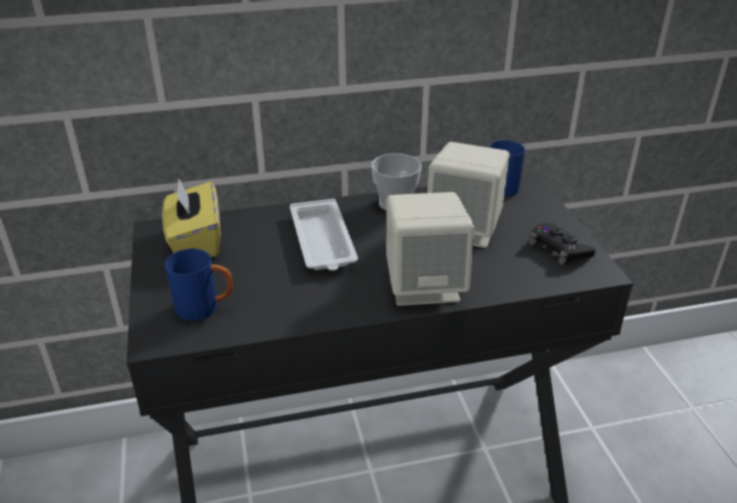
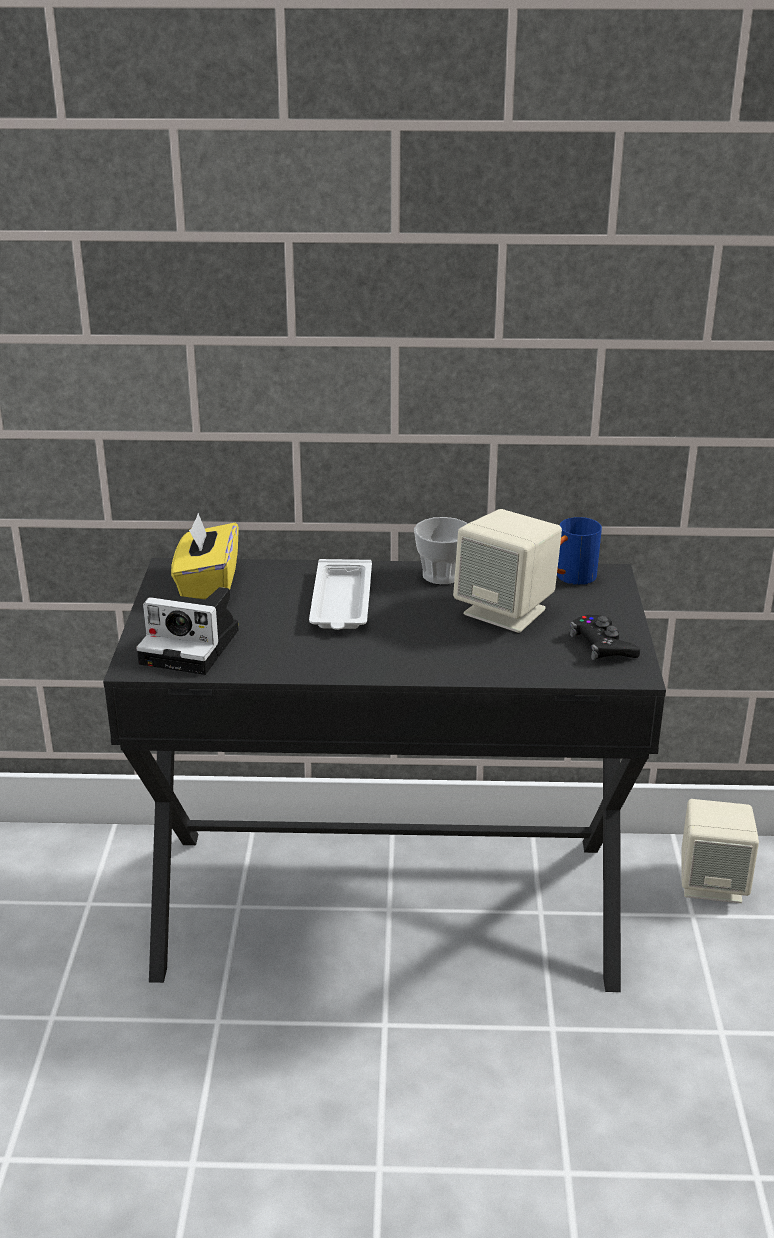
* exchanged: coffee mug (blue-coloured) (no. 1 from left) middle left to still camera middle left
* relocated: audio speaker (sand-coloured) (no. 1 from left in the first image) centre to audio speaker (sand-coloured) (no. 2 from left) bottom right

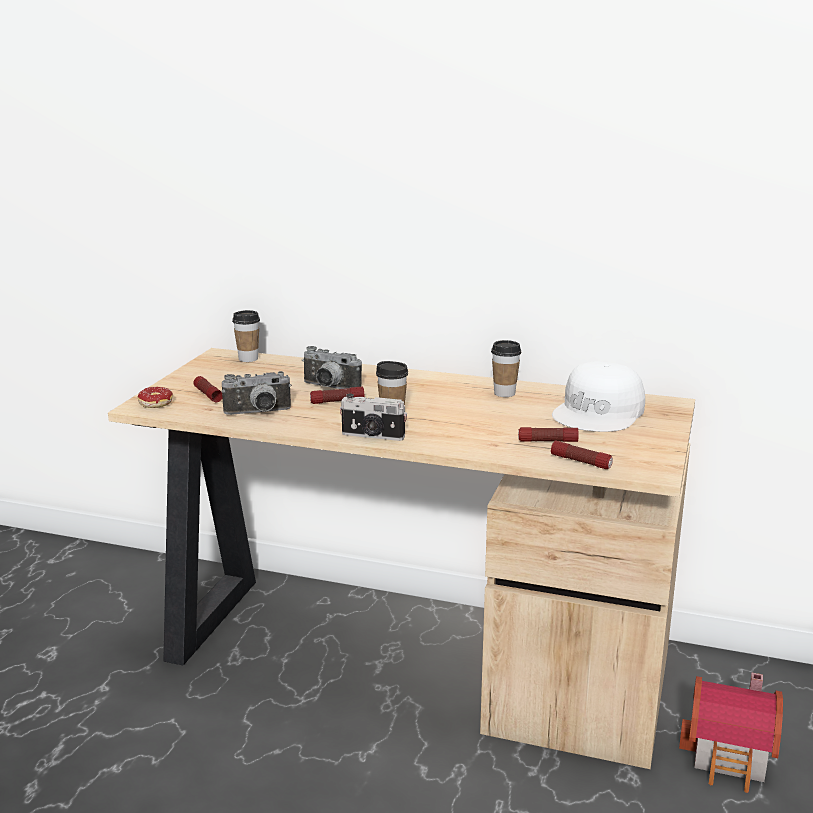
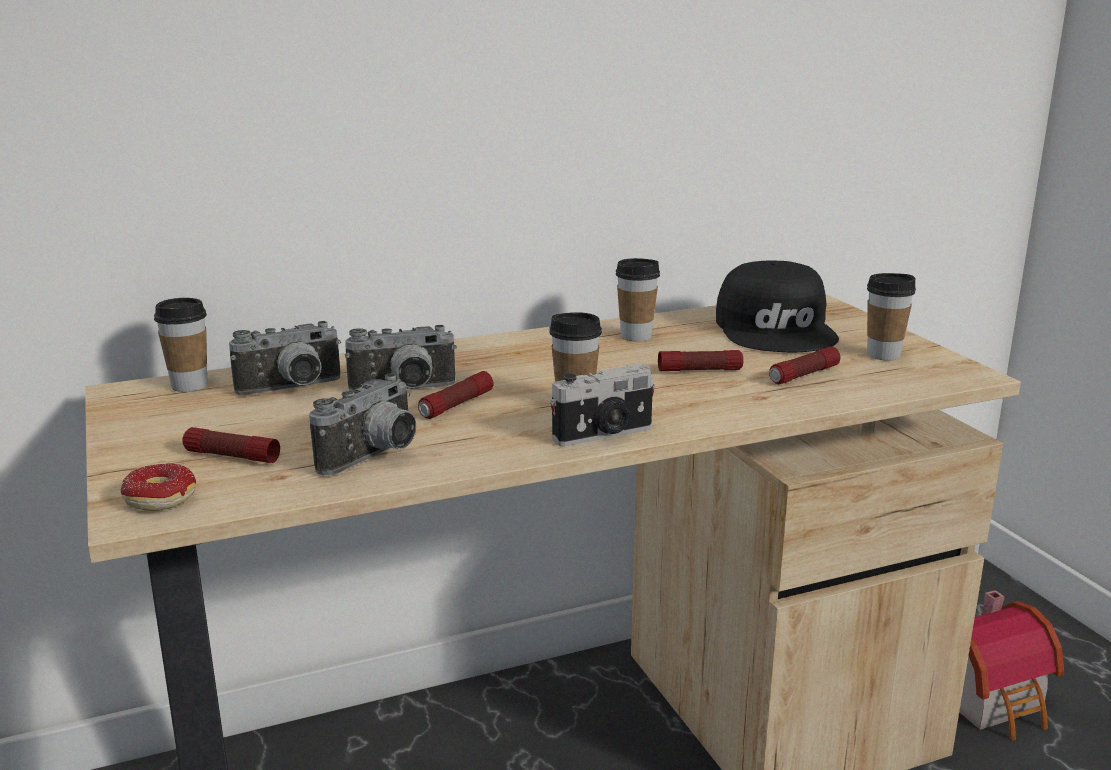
* appeared: still camera (no. 1 from left) middle left
* relocated: torch (no. 4 from left in the first image) middle right to torch (no. 3 from left) centre
* colour: baseball cap (white) middle right to baseball cap (blackish) middle right
* appeared: cup (no. 4 from left) middle right

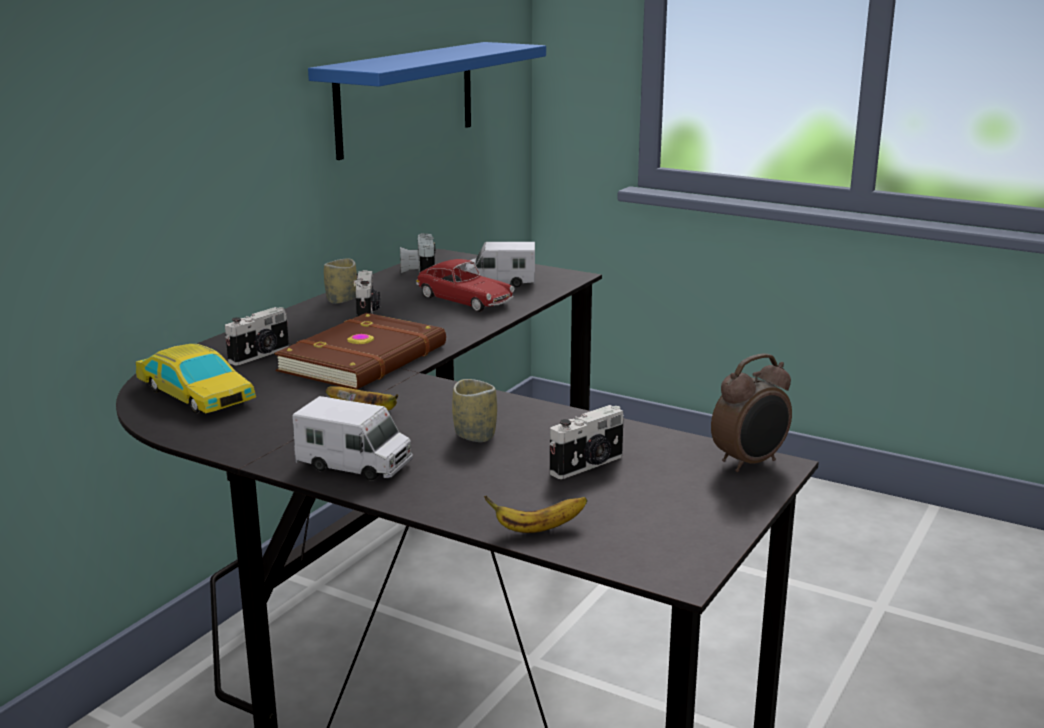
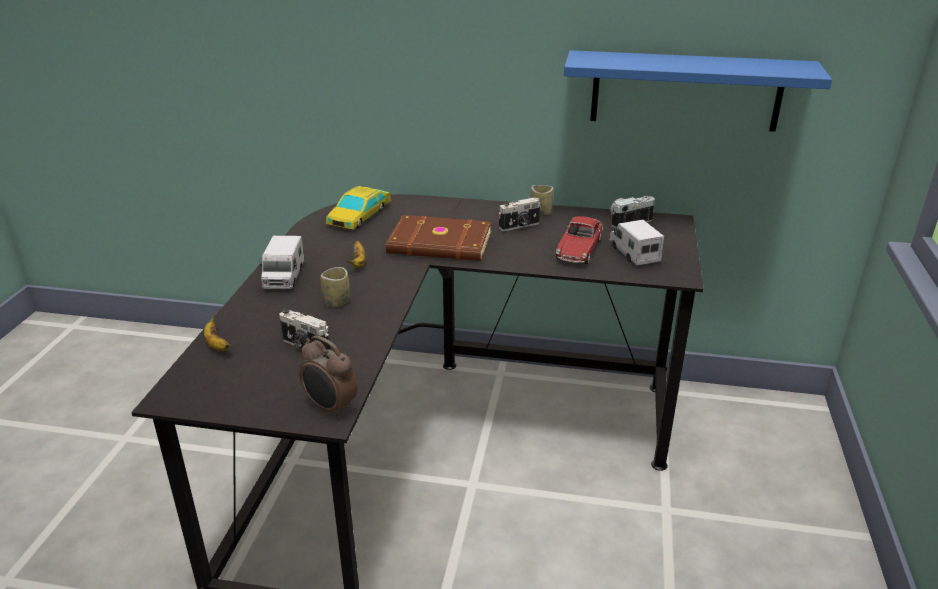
* missing: still camera (no. 1 from left) middle left

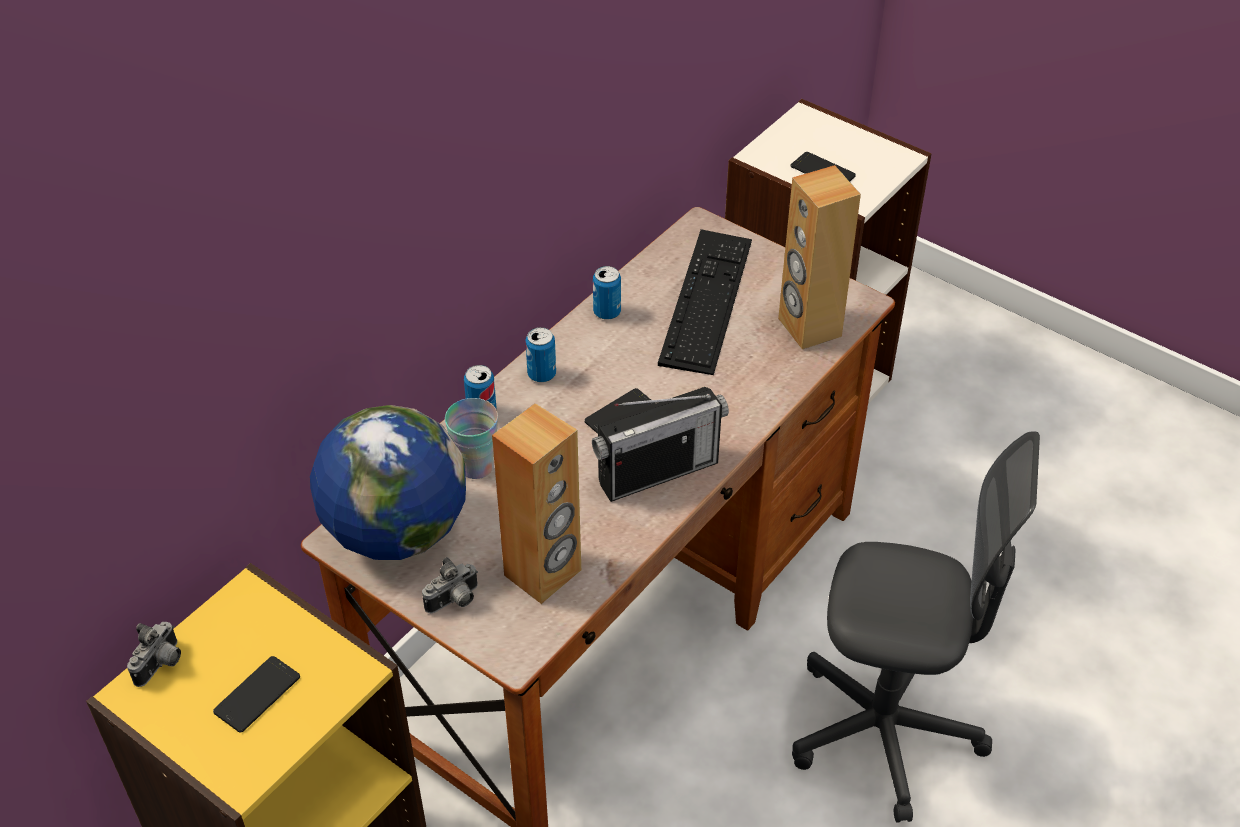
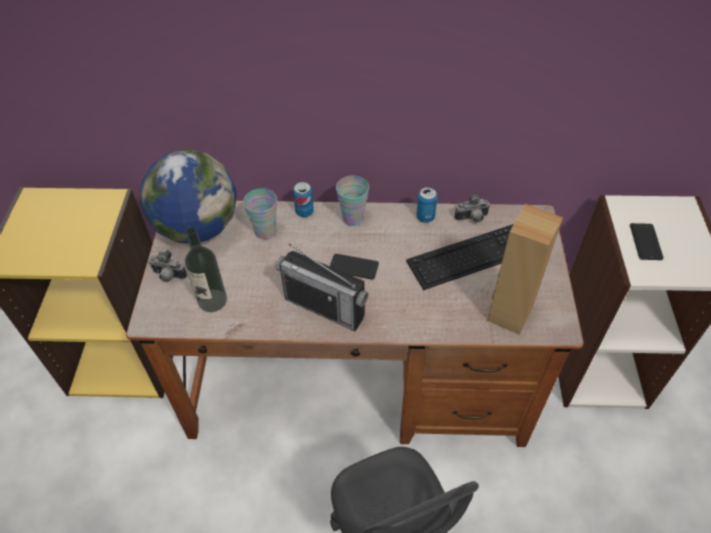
* exchanged: audio speaker (brown) (no. 1 from left) centre to beverage bottle middle left
* exchanged: can (no. 2 from left) centre to cup (no. 2 from left) centre
* relocated: still camera (no. 1 from left in the first image) bottom left to still camera (no. 2 from left) centre
* missing: handset (no. 1 from left) bottom left

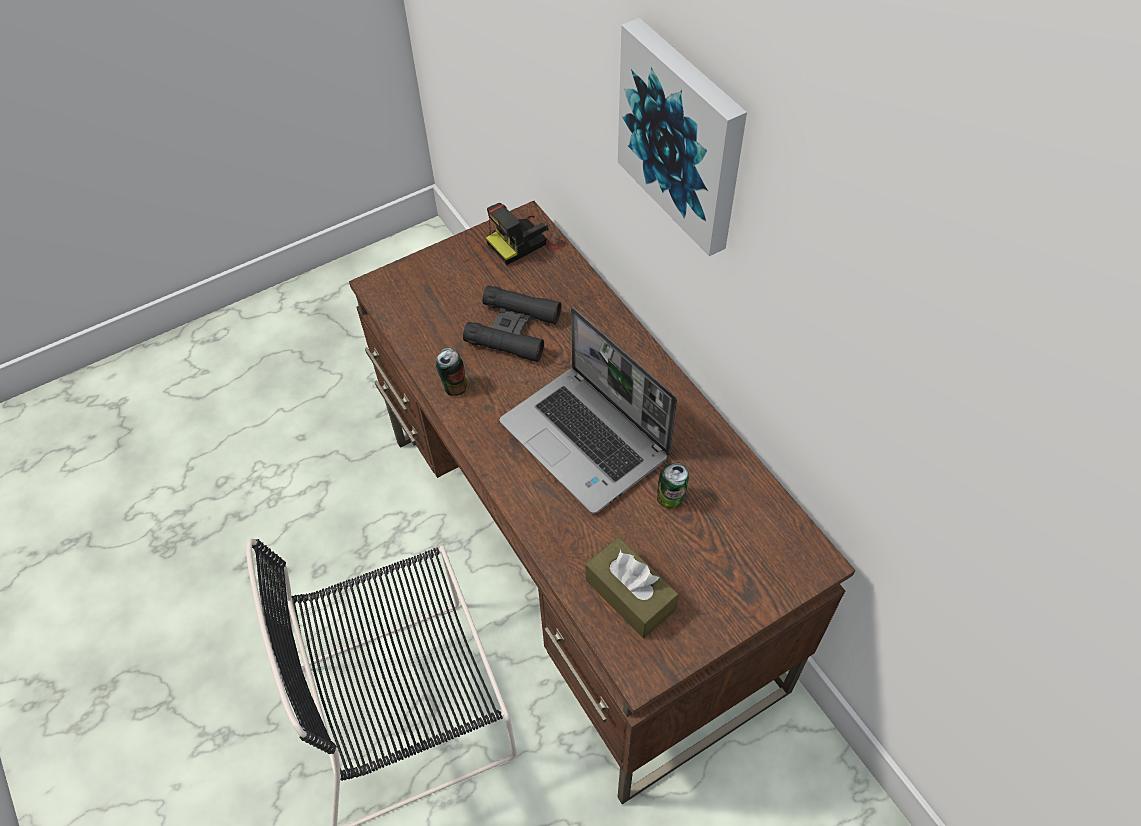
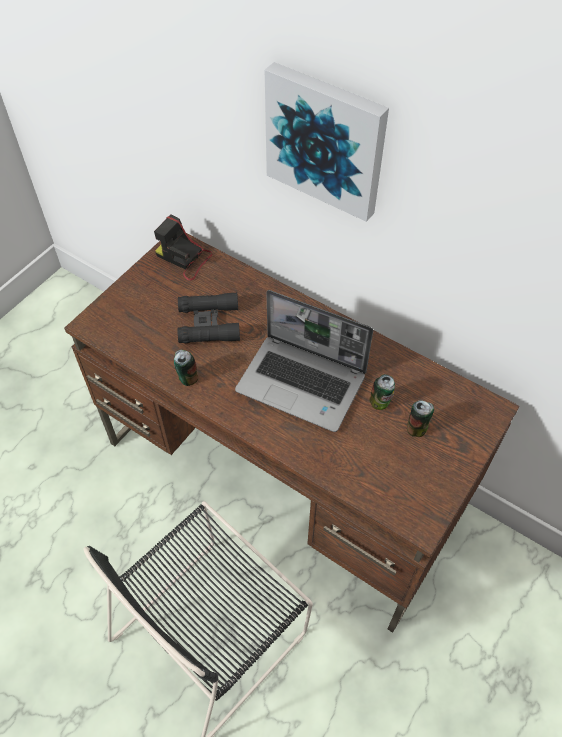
* spun: still camera top centre = middle left 90 degrees clockwise
* appeared: can (no. 3 from left) middle right
* missing: tissue holder (brown) bottom centre

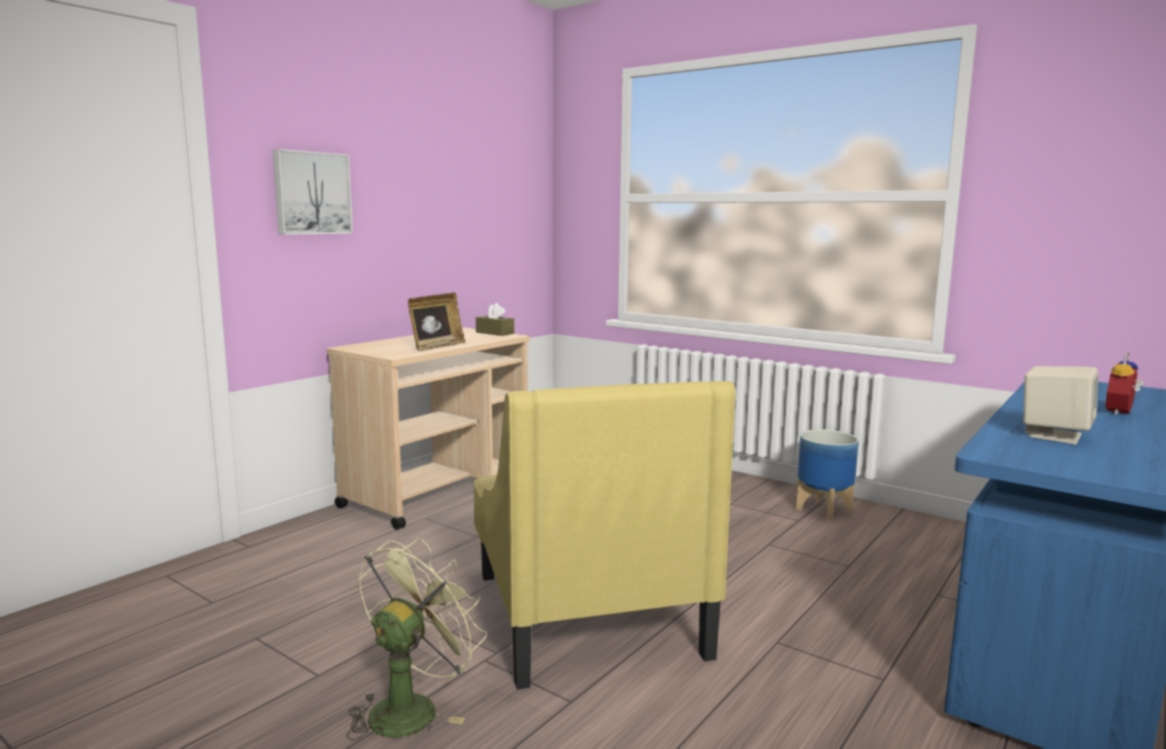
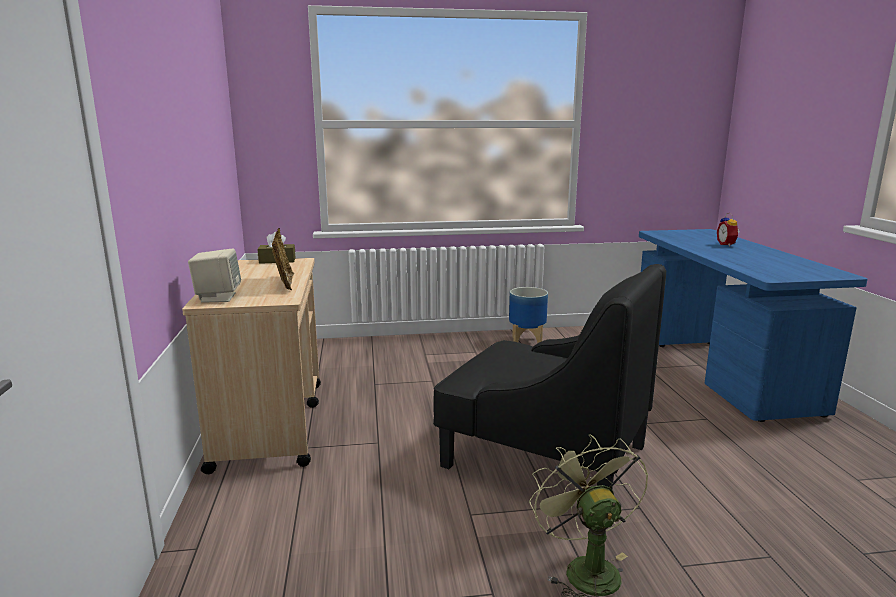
* relocated: audio speaker (sand-coloured) middle right to middle left
* colour: easy chair (yellow) bottom centre to easy chair (blackish) centre
* missing: wall picture top left

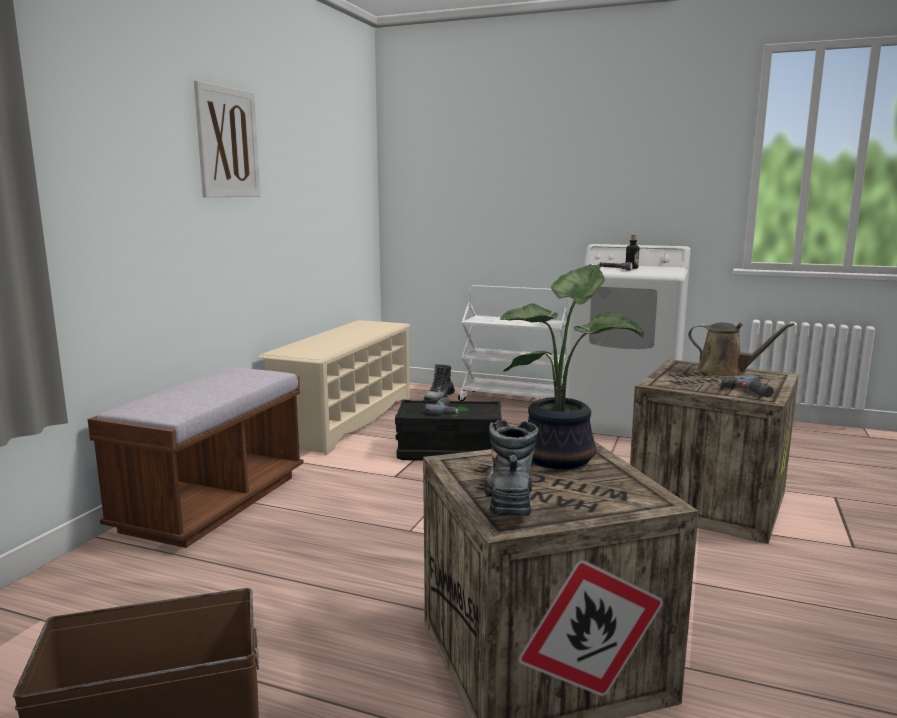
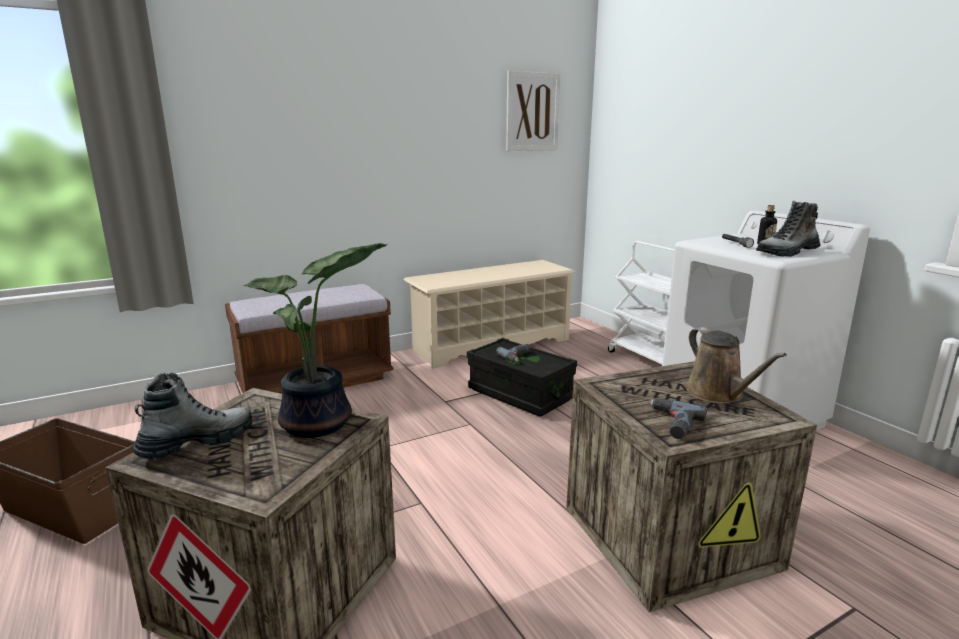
* relocated: wall picture top left to top centre
* relocated: high-top boot (no. 1 from left in the first image) centre to high-top boot (no. 2 from left) middle right

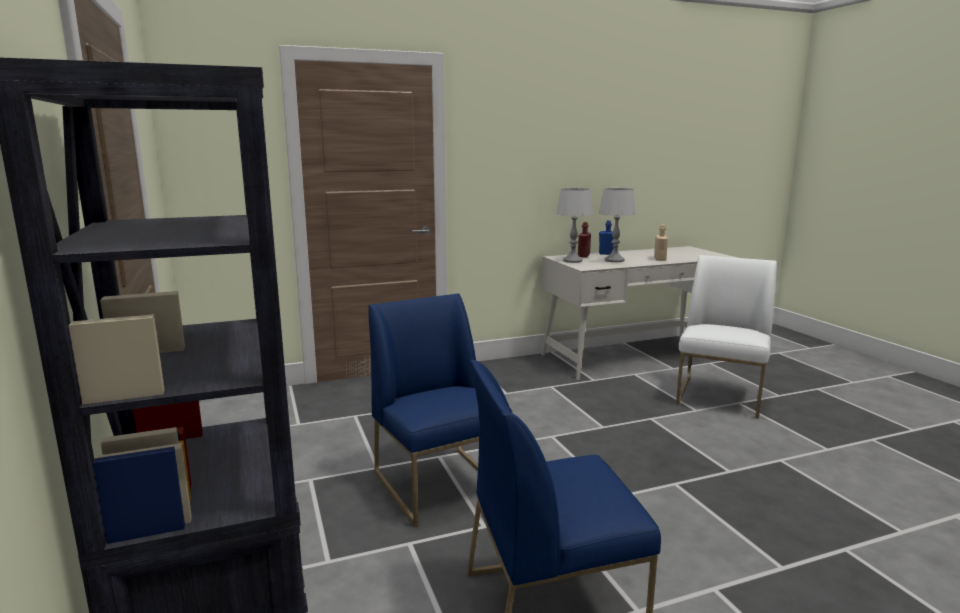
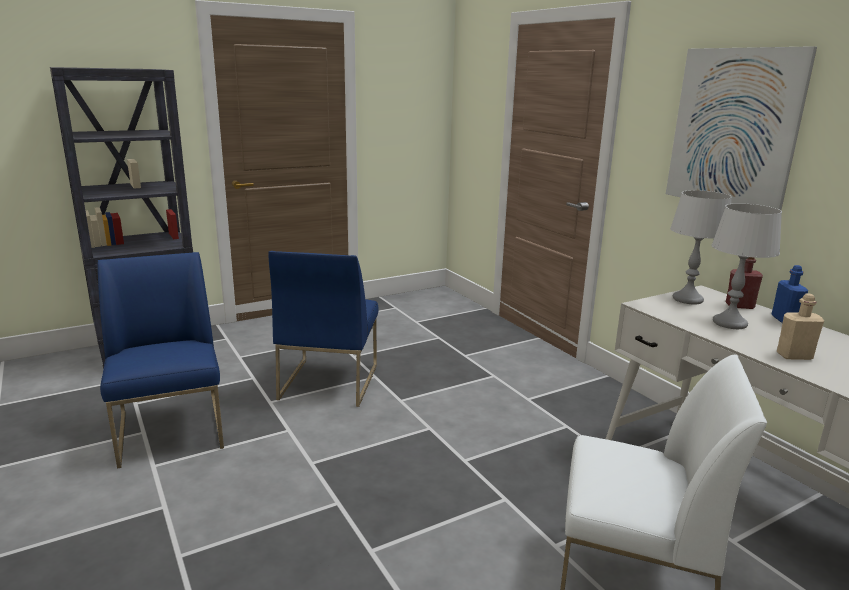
* spun: upright chair (blue-coloured) (no. 1 from left in the first image) bottom centre = centre 135 degrees clockwise
* appeared: wall picture top right

